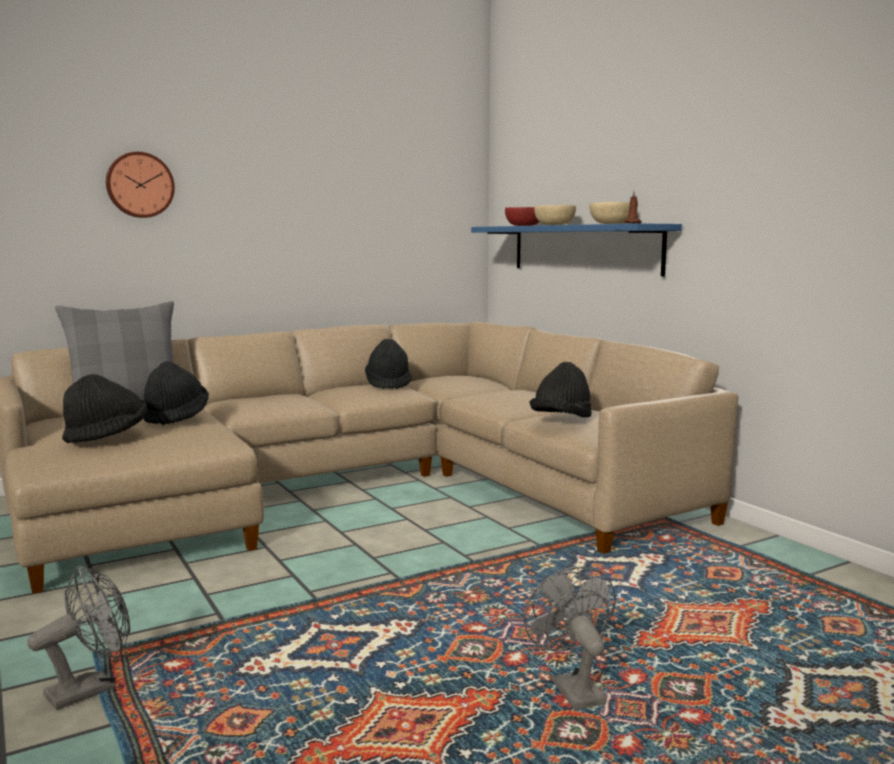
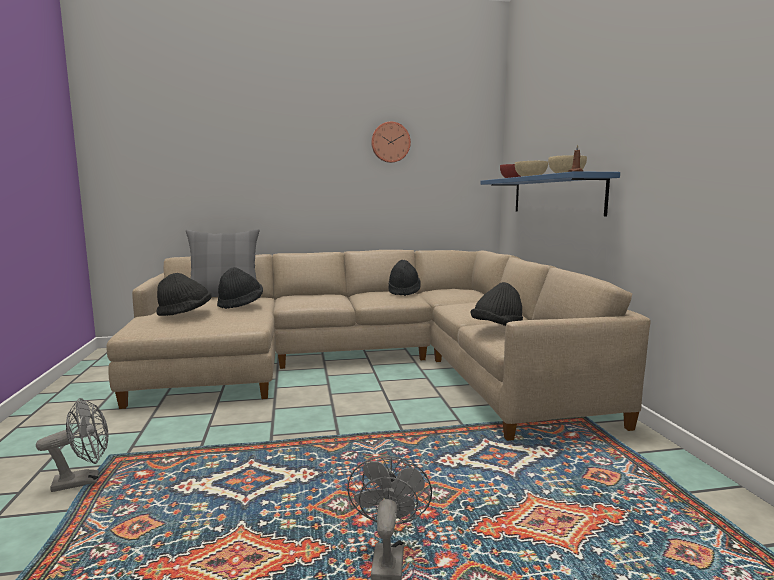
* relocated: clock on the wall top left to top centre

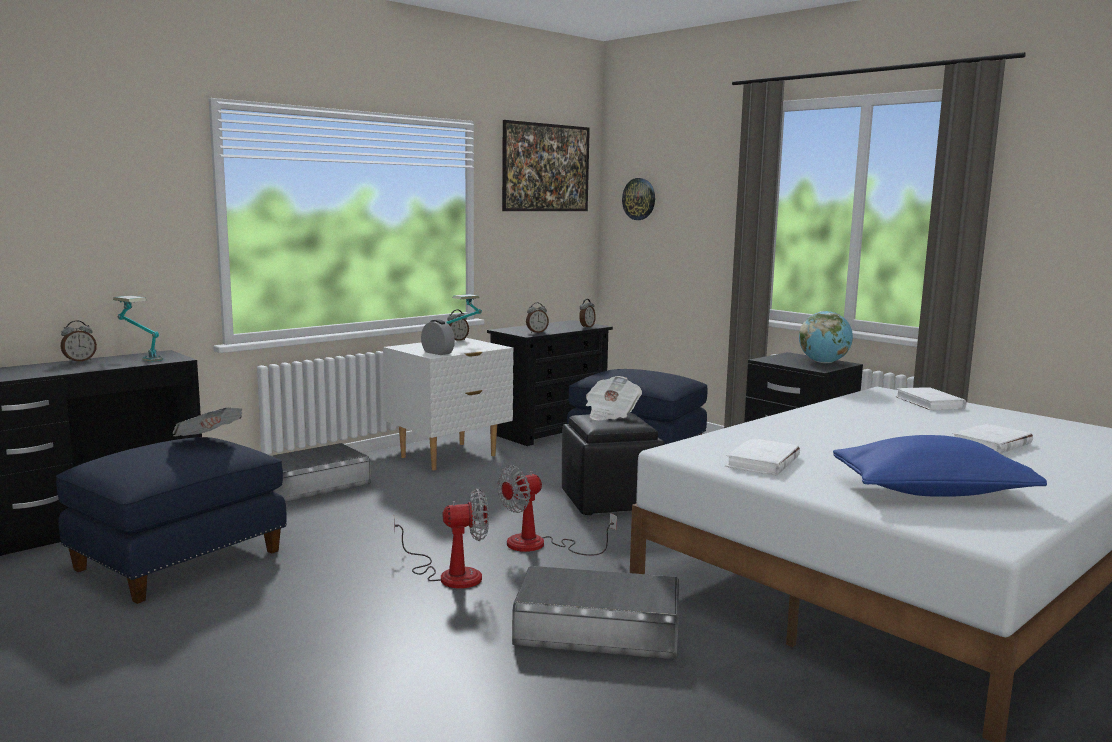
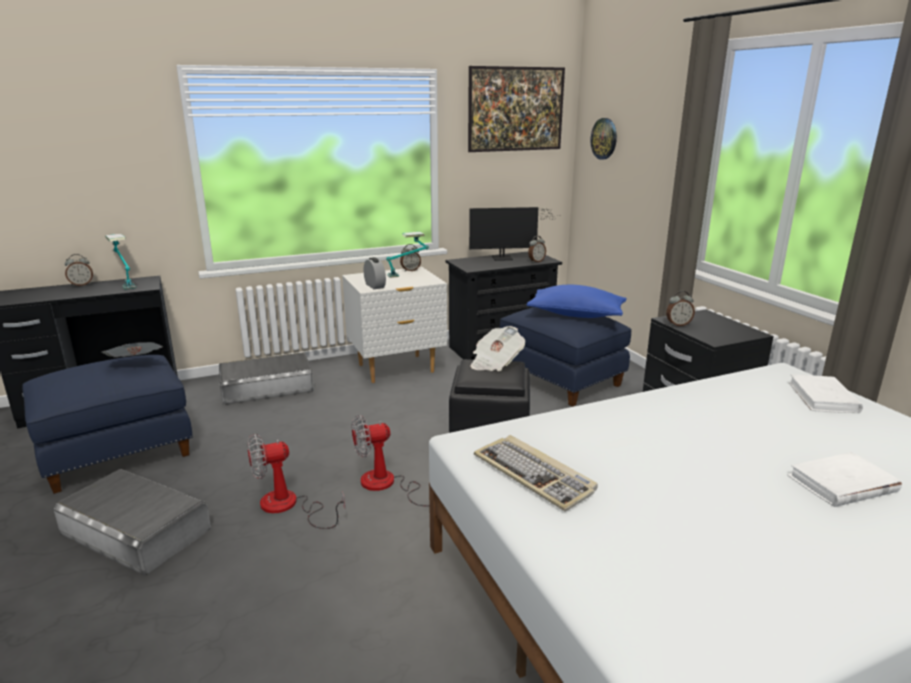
* relocated: storage container (gray) (no. 2 from left in the first image) bottom centre to storage container (gray) (no. 1 from left) bottom left
* spun: fan (no. 1 from left) bottom centre = bottom left 150 degrees clockwise
* appeared: monitor centre
* exchanged: bound book (white) (no. 1 from left) middle right to PC keyboard bottom centre
* relocated: pillow (blue-coloured) middle right to centre
* relocated: alarm clock (no. 4 from left in the first image) centre to alarm clock (no. 5 from left) middle right
* missing: desk globe middle right

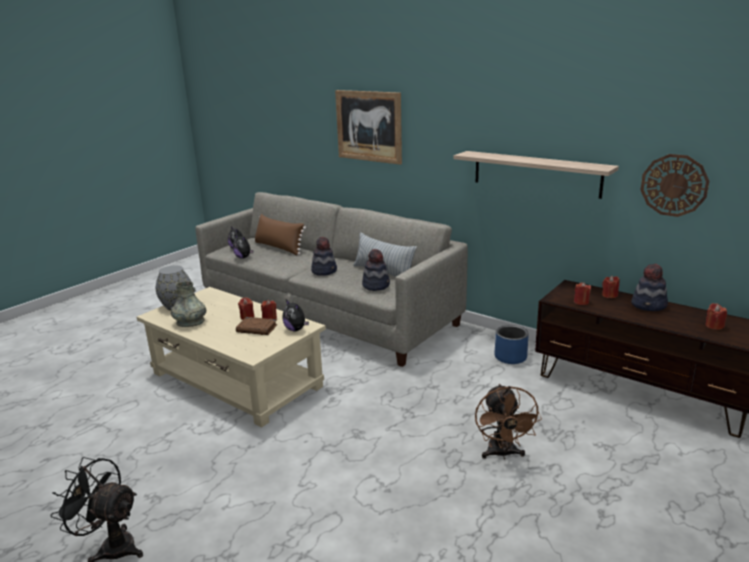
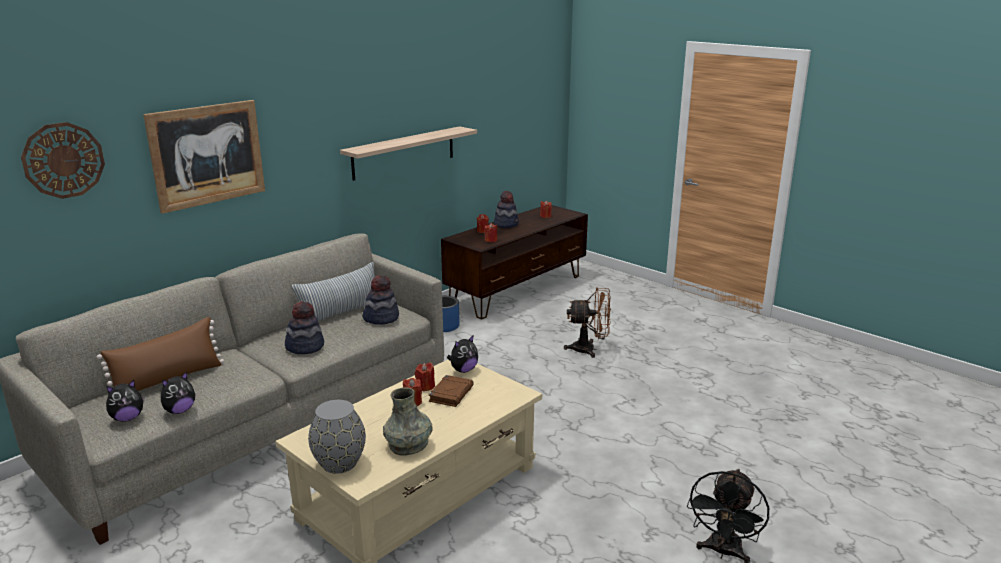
* relocated: clock on the wall top right to top left

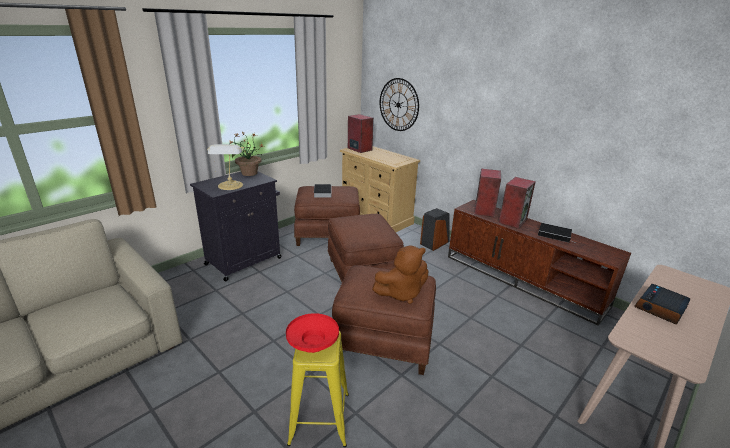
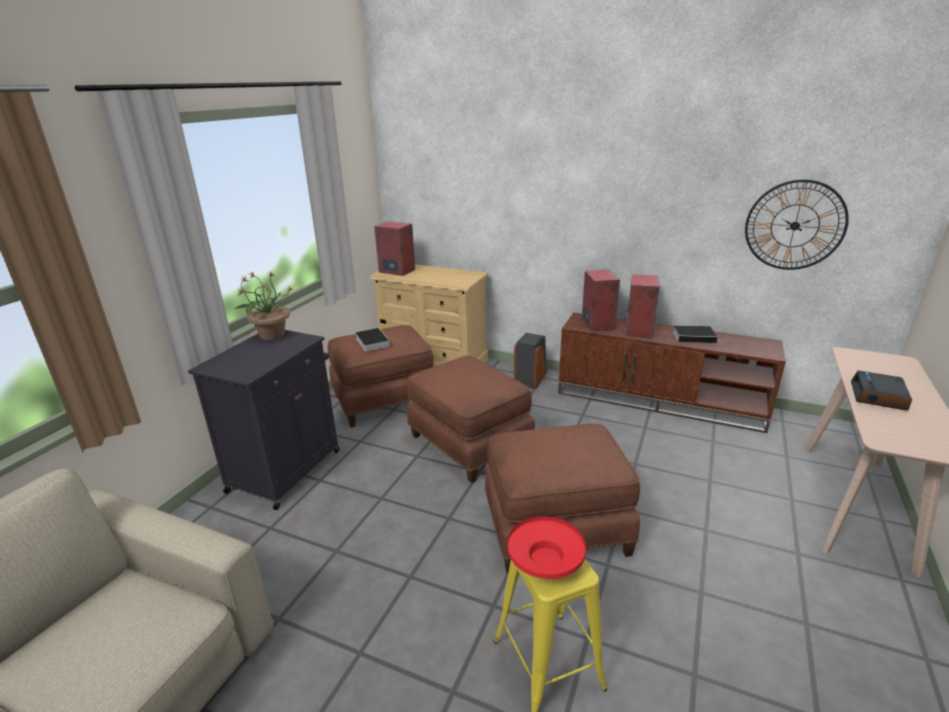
* relocated: clock on the wall top centre to top right
* missing: table lamp middle left
* missing: cuddly toy (brown) centre

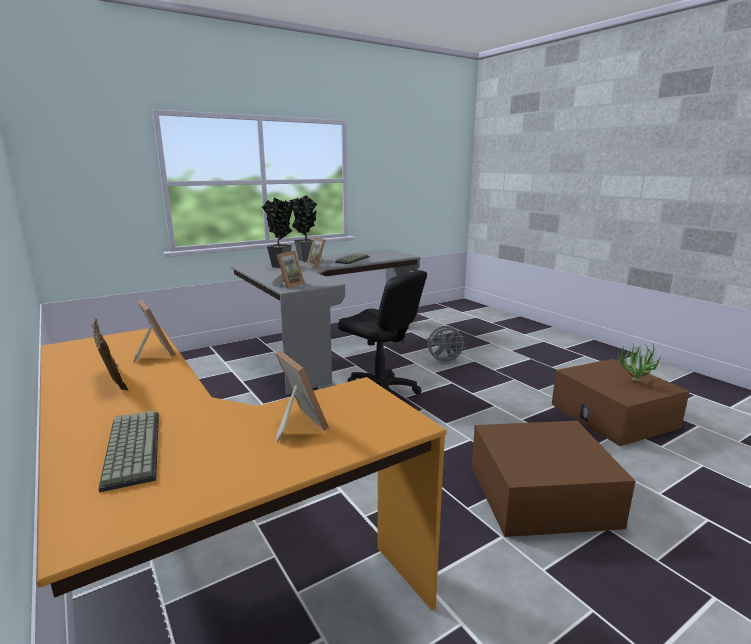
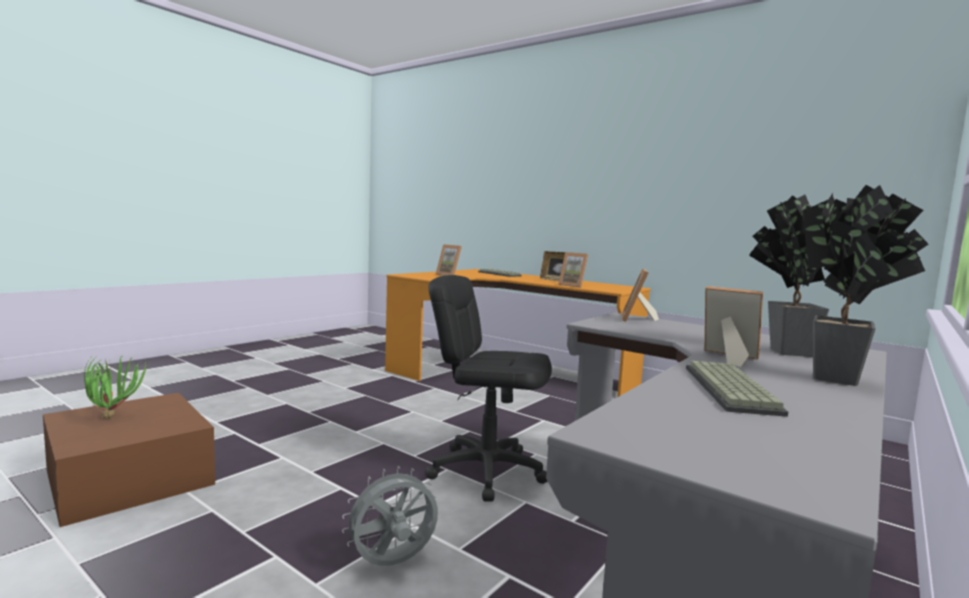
* missing: storage container (brown) (no. 1 from left) bottom right

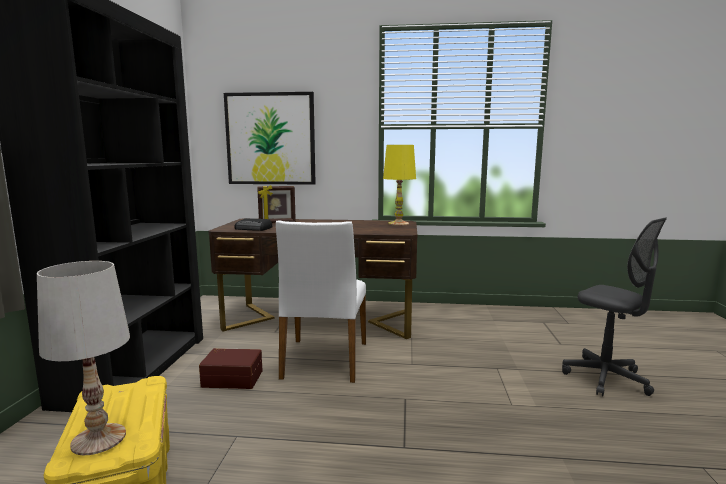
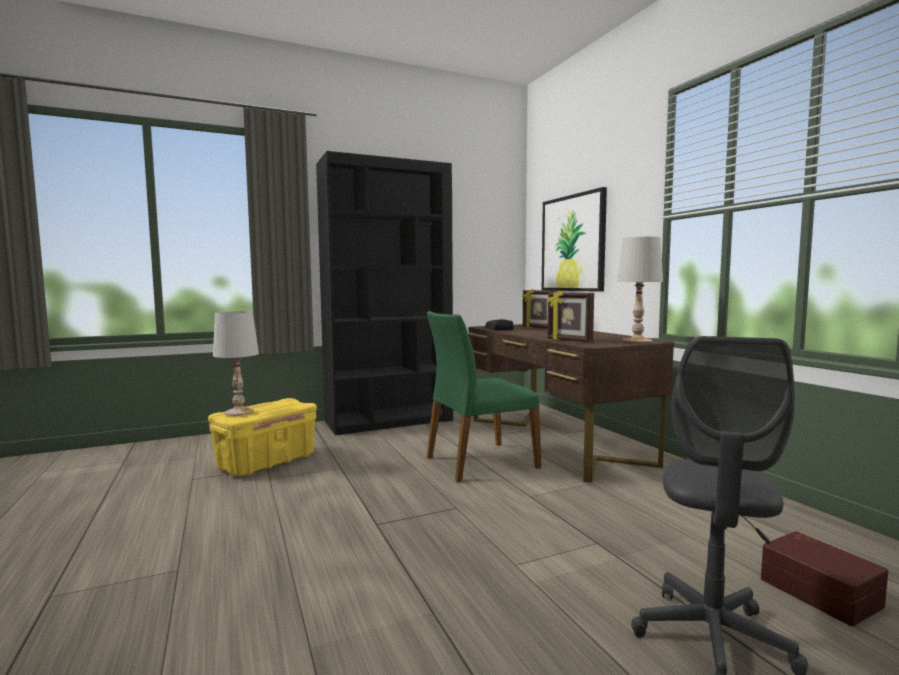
* colour: upright chair (white) centre to upright chair (greenish) centre
* appeared: picture frame (no. 2 from left) centre
* colour: table lamp (yellow) centre to table lamp (white) (no. 2 from left) middle right
* relocated: storage container (brown) bottom left to bottom right

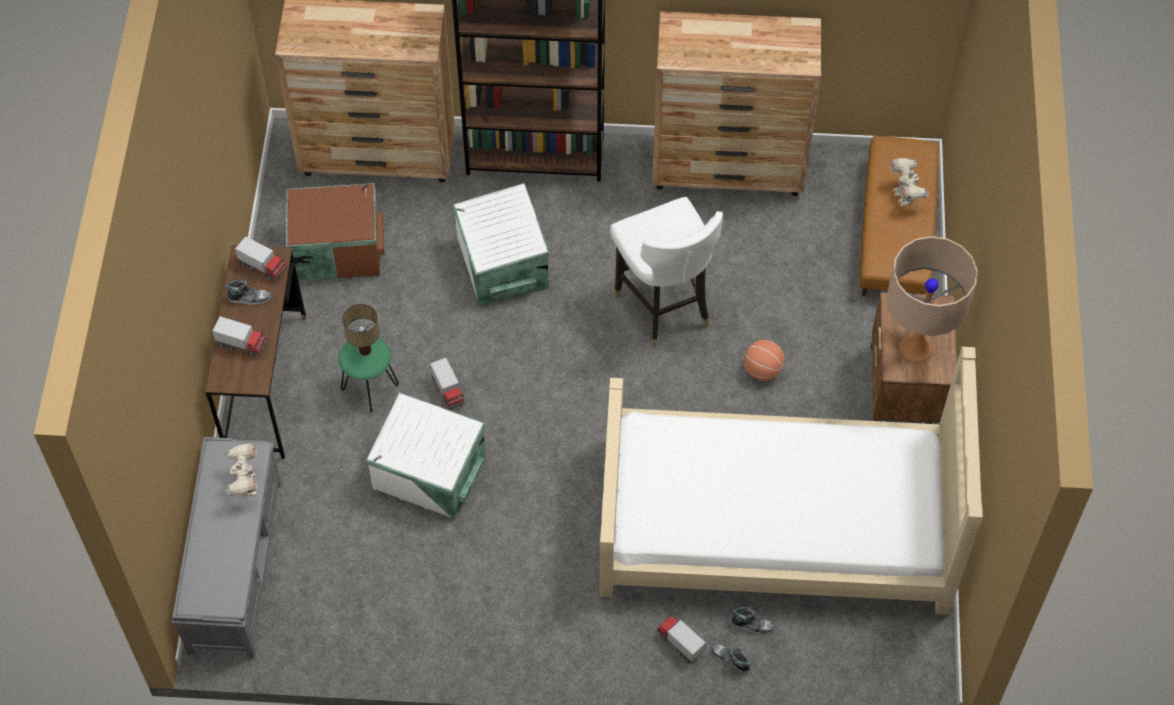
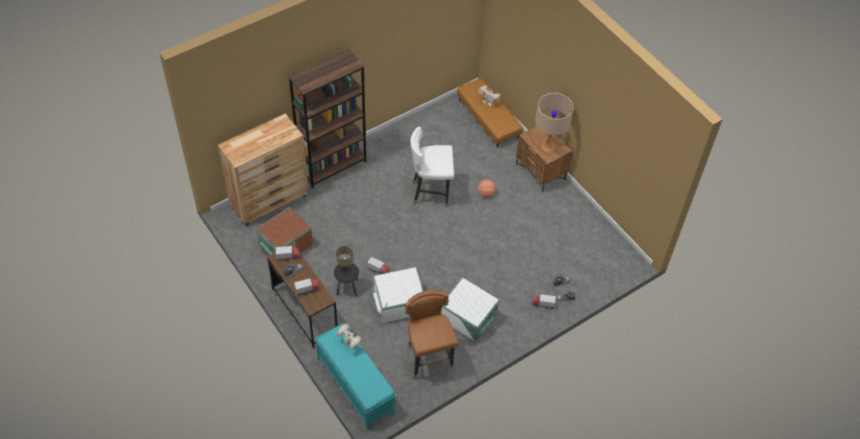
* colour: indoor bench (gray) bottom left to indoor bench (turquoise-coloured) bottom centre
* colour: stool seat (greenish) middle left to stool seat (blackish) centre
* appeared: upright chair (brown) bottom centre
* spun: upright chair (white) centre = centre 150 degrees clockwise
* relocated: storage container (white) (no. 2 from left) centre to bottom centre
* missing: bedroom bed (sand-coloured) bottom right
* missing: drawer chest (brown) (no. 2 from left) top centre

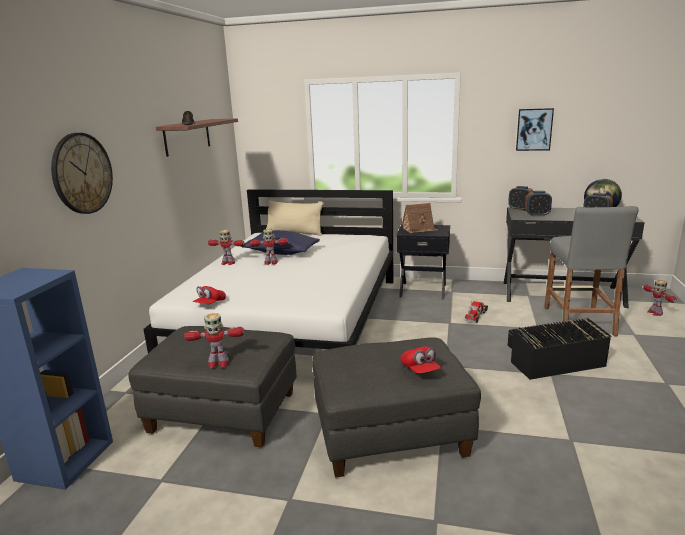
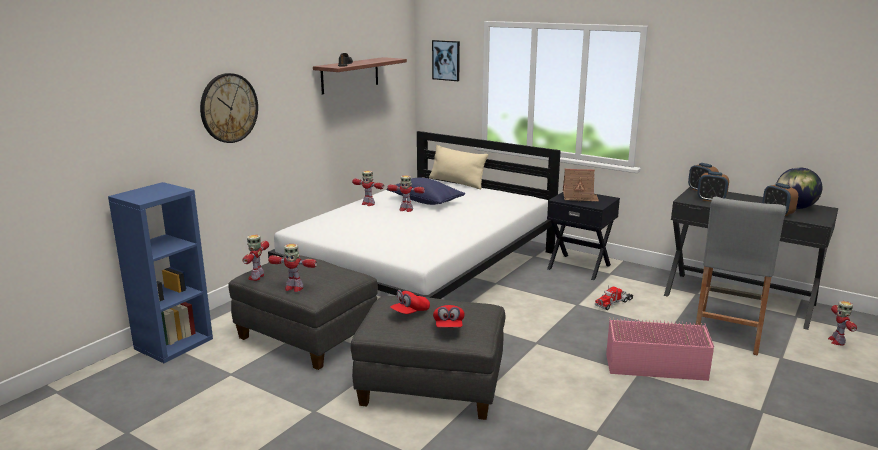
* appeared: robot figure (no. 1 from left) middle left
* relocated: baseball cap (red) (no. 1 from left) middle left to bottom centre
* relocated: wall picture top right to top centre
* colour: storage container (blackish) middle right to storage container (pinkish) bottom right

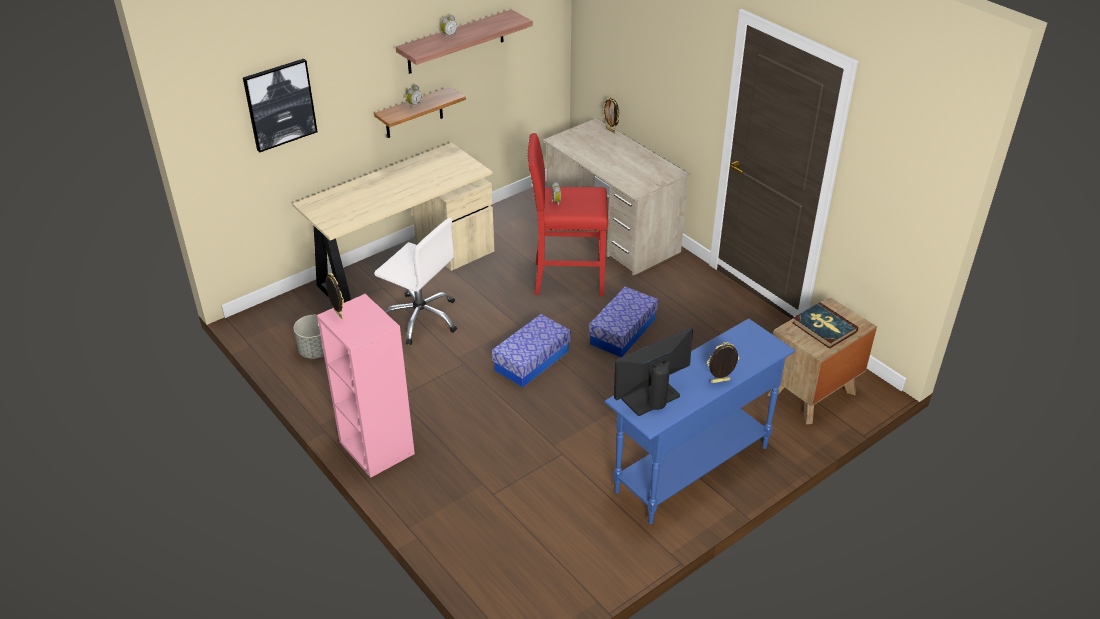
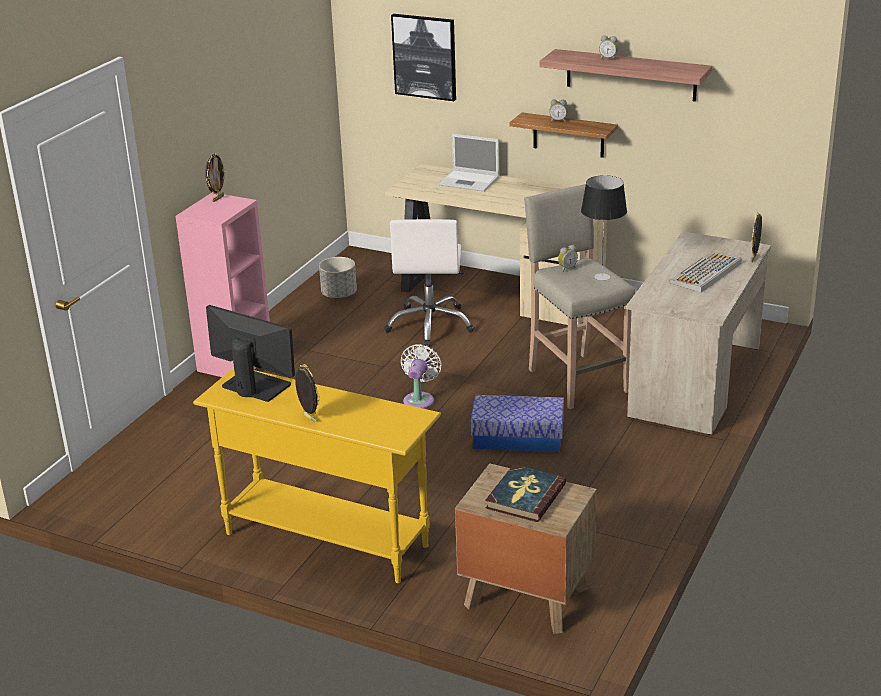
* colour: hall table (blue-coloured) bottom centre to hall table (yellow) bottom centre
* exchanged: storage container (no. 1 from left) centre to fan (white) centre
* appeared: laptop top centre
* colour: stool seat (red) centre to stool seat (sand-coloured) centre
* appeared: table lamp top right
* appeared: PC keyboard middle right

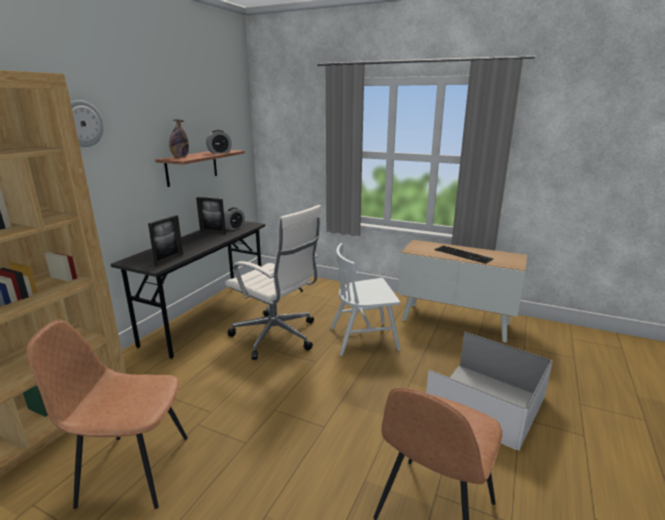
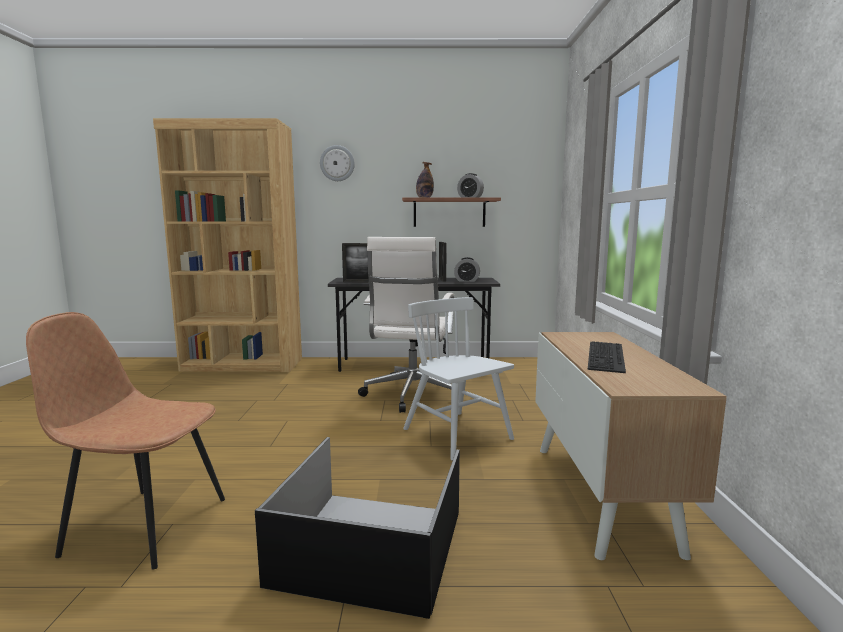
* colour: storage container (white) bottom right to storage container (blackish) bottom centre
* missing: upright chair (brown) (no. 1 from left) bottom left

